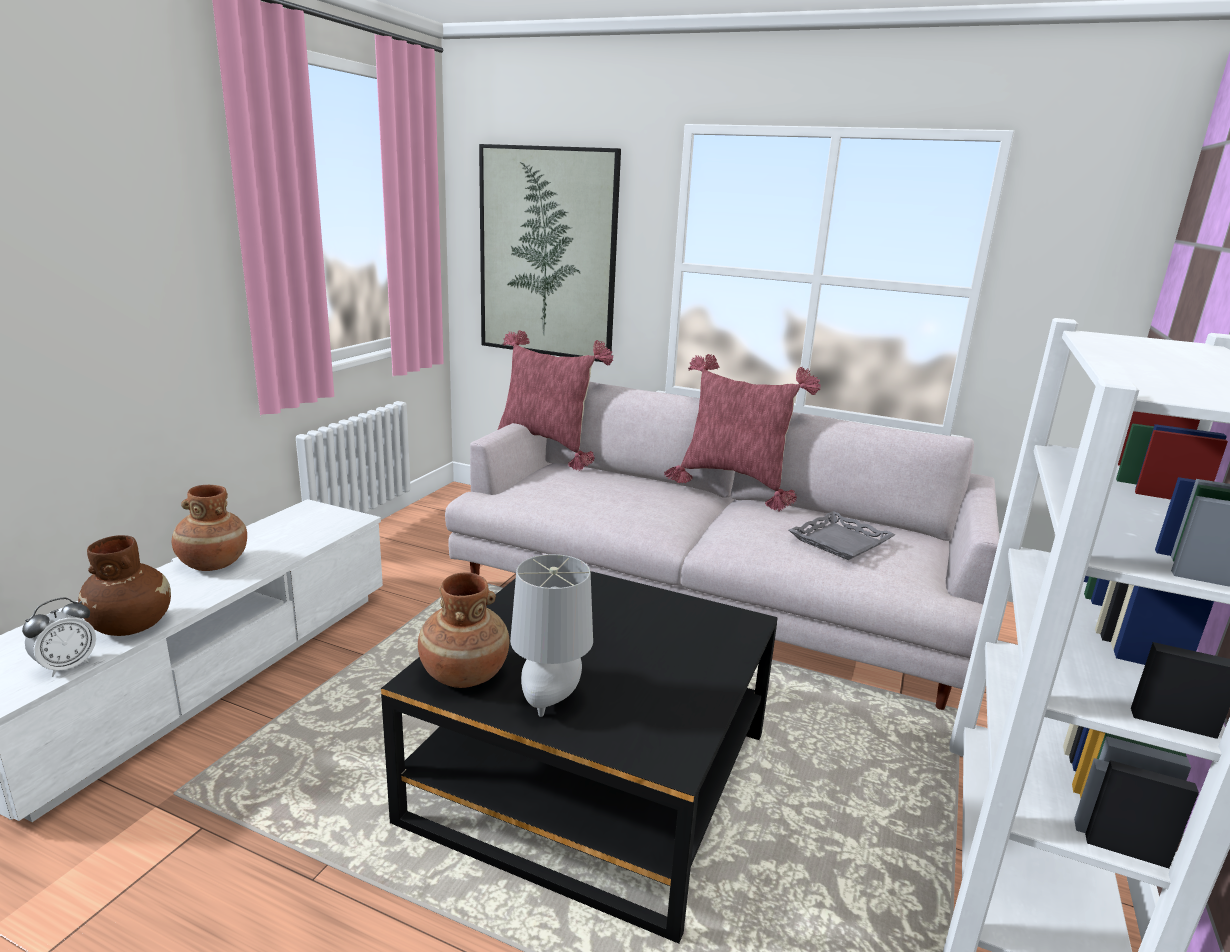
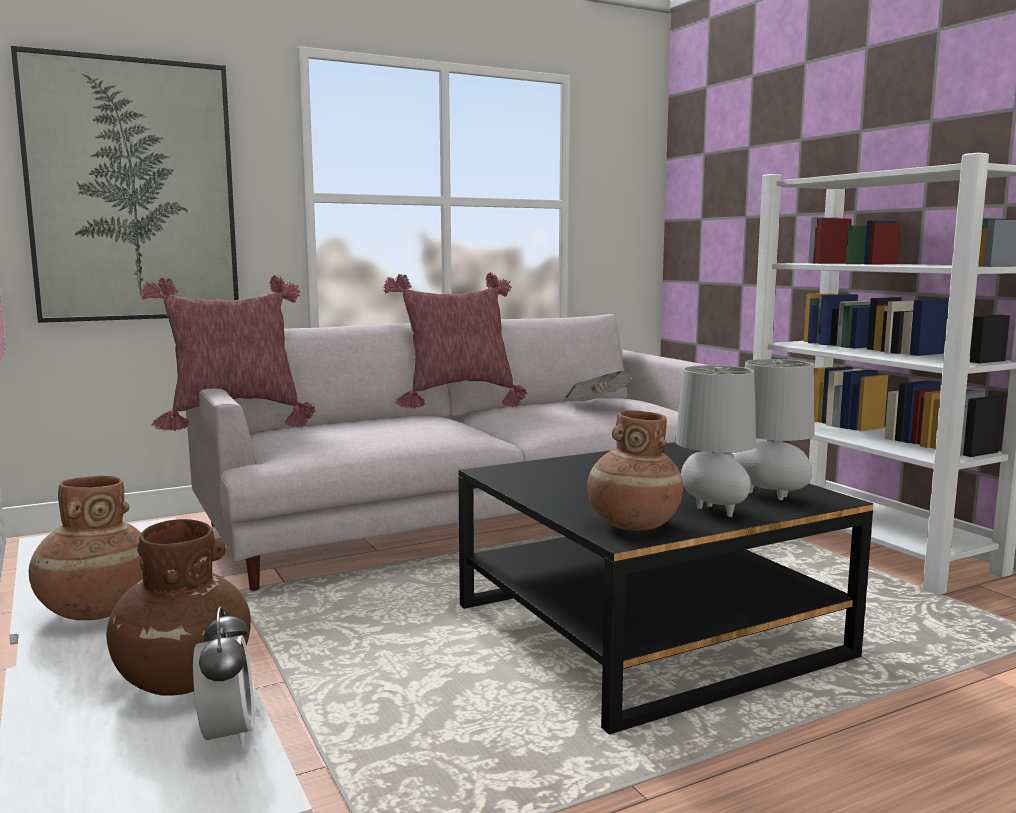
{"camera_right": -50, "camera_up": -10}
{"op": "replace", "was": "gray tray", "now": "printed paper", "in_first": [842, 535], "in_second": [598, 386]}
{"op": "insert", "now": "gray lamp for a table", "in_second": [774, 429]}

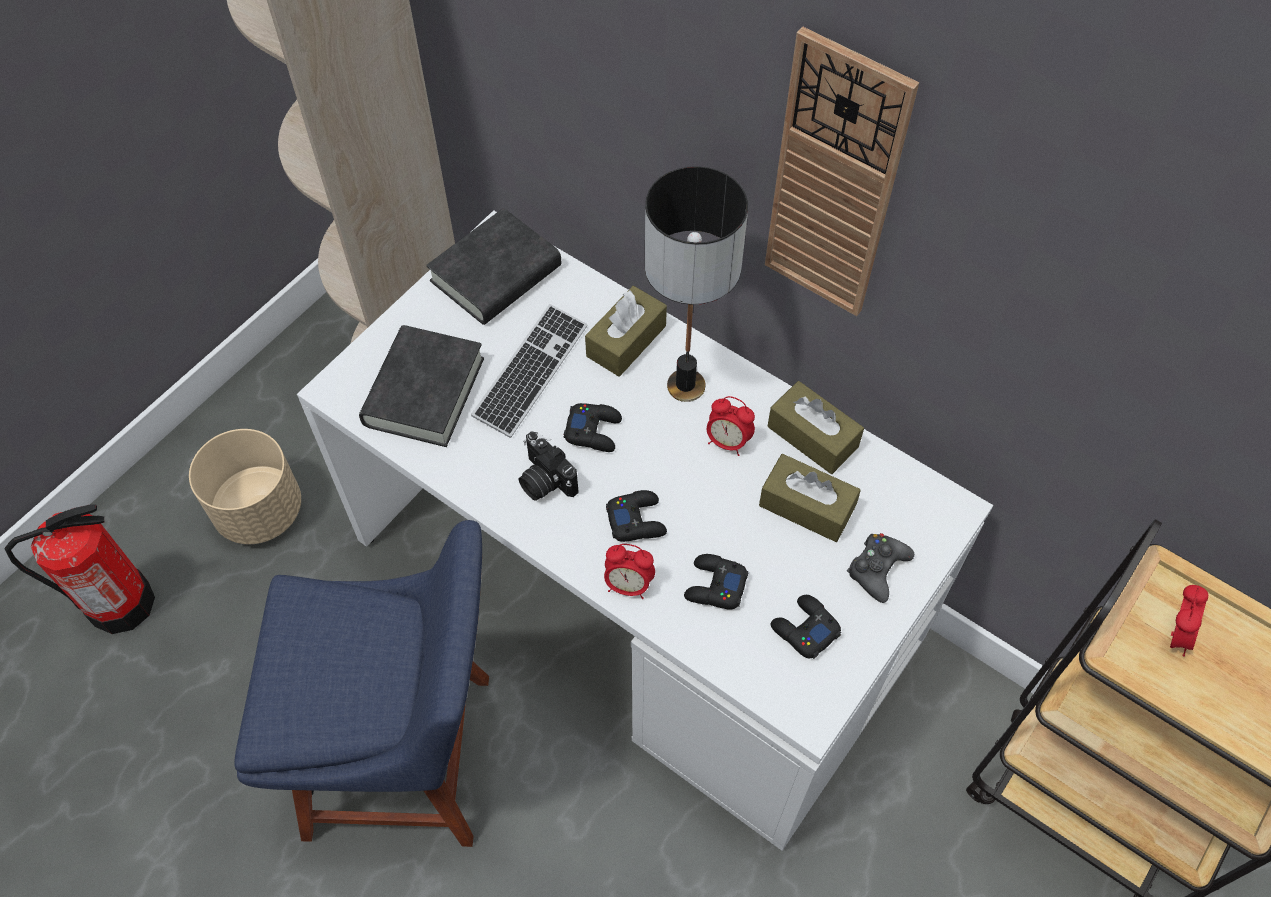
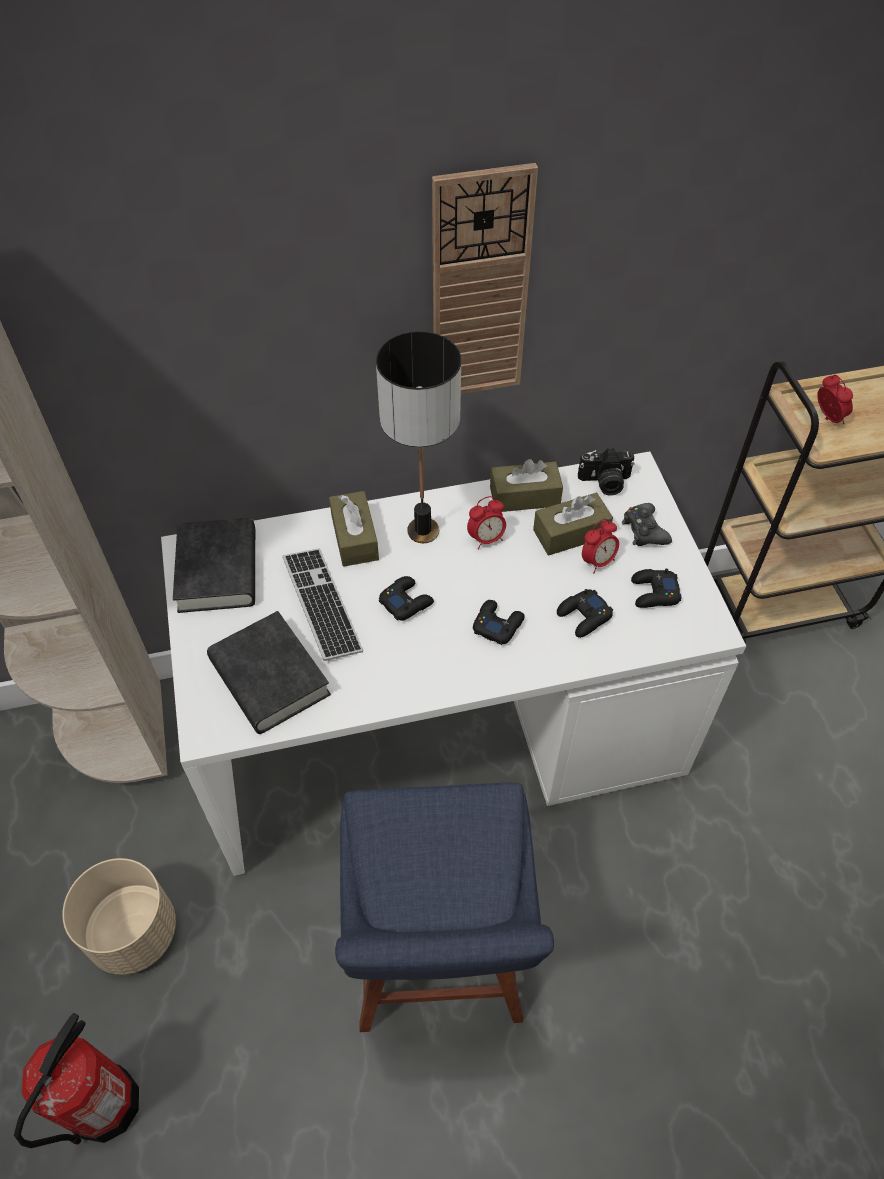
{"camera_right": -50, "camera_up": -5}
{"op": "rotate", "was": "bluish plain chair", "in_first": [361, 683], "in_second": [444, 907], "clockwise": 135}
{"op": "move", "was": "photo camera", "in_first": [549, 466], "in_second": [606, 472]}
{"op": "move", "was": "table clock", "in_first": [629, 571], "in_second": [600, 546]}

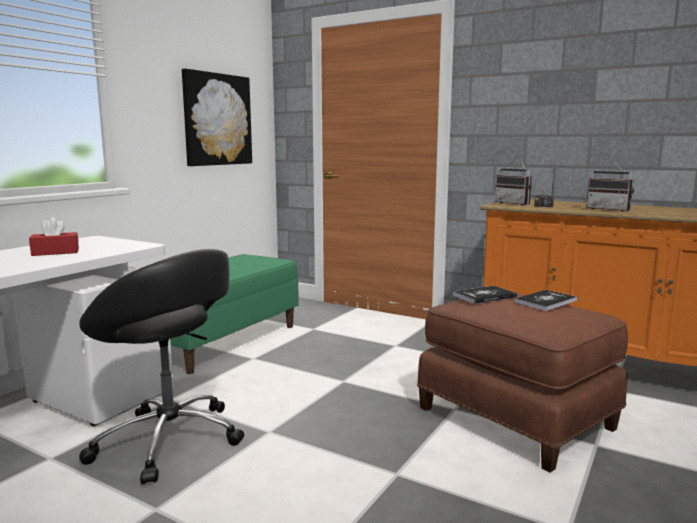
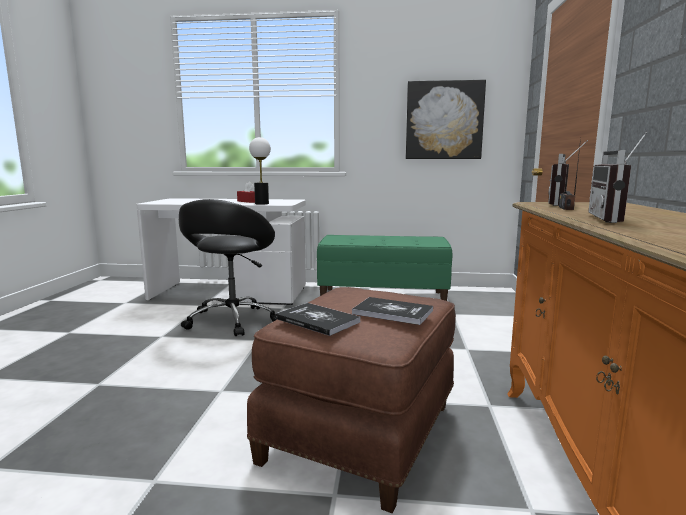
{"camera_right": 65, "camera_up": 0}
{"op": "move", "was": "bound book", "in_first": [485, 295], "in_second": [318, 319]}
{"op": "insert", "now": "lamp for a table", "in_second": [260, 171]}

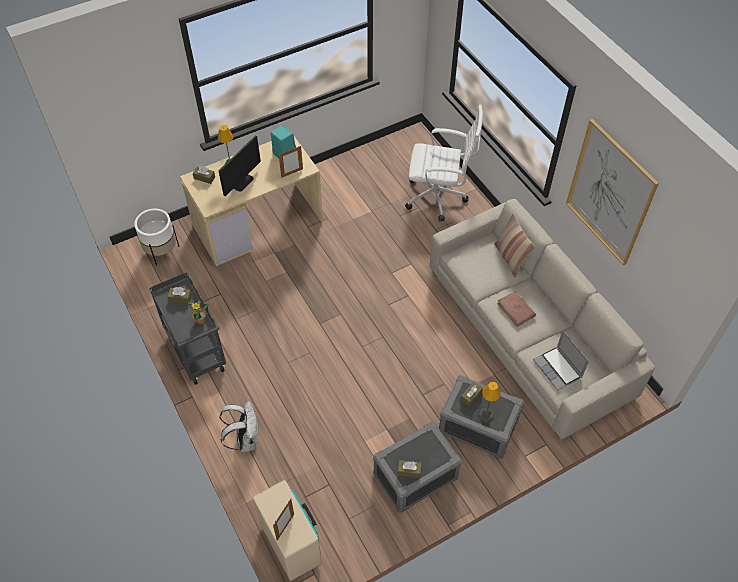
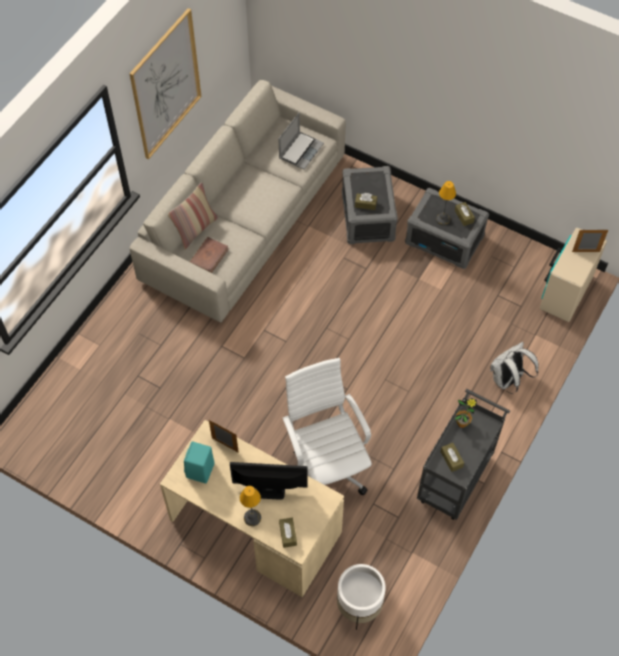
{"camera_right": -120, "camera_up": 5}
{"op": "move", "was": "white office chair", "in_first": [444, 163], "in_second": [327, 426]}
{"op": "move", "was": "lamp for a table", "in_first": [489, 402], "in_second": [446, 203]}
{"op": "move", "was": "brown bound book", "in_first": [516, 309], "in_second": [209, 255]}

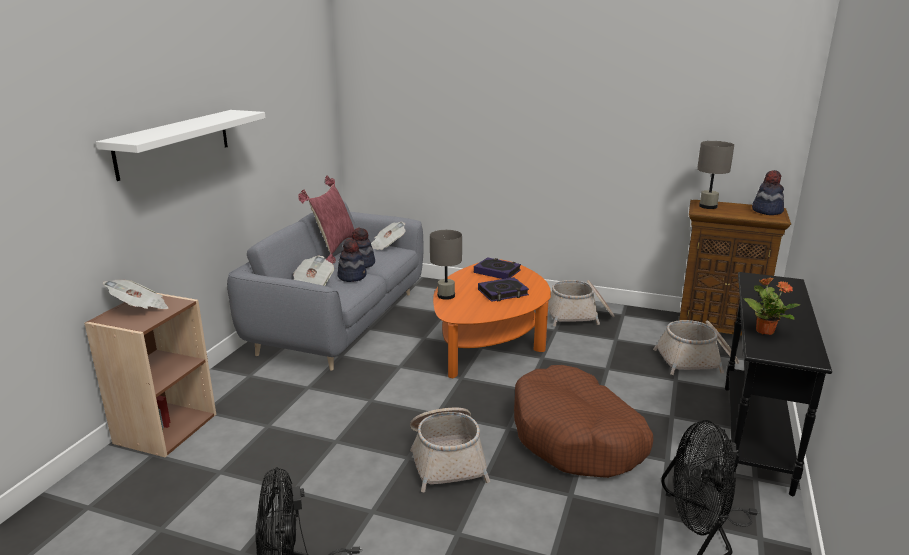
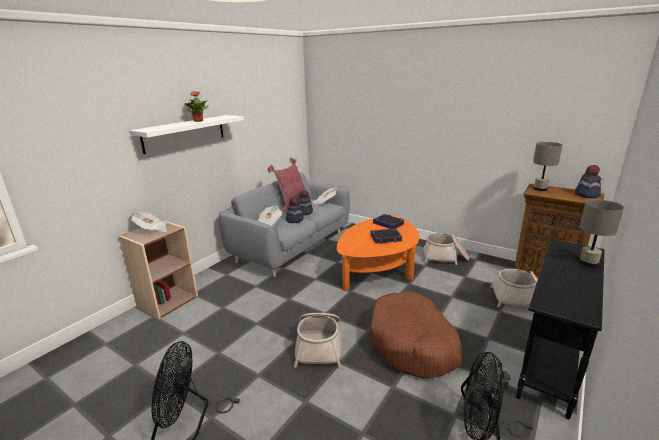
{"camera_right": 15, "camera_up": 0}
{"op": "move", "was": "gray lamp for a table", "in_first": [446, 265], "in_second": [601, 233]}
{"op": "move", "was": "houseplant", "in_first": [771, 306], "in_second": [196, 106]}

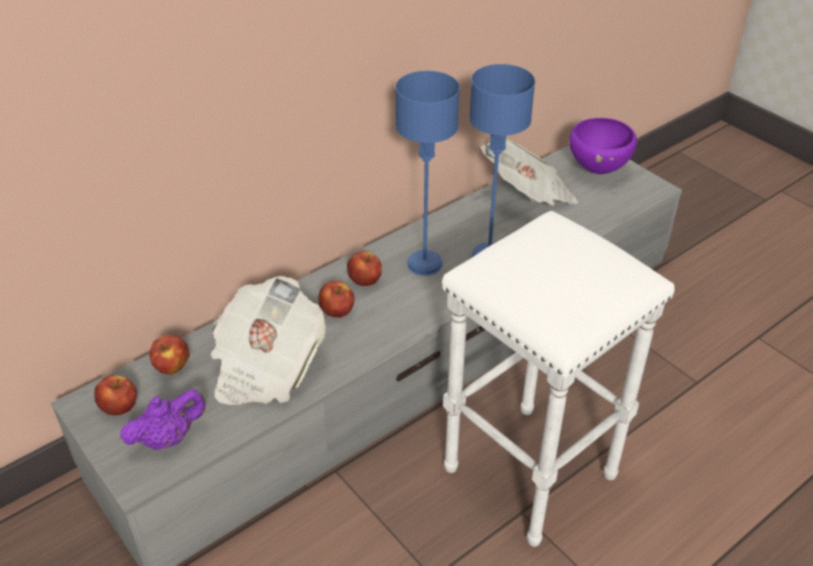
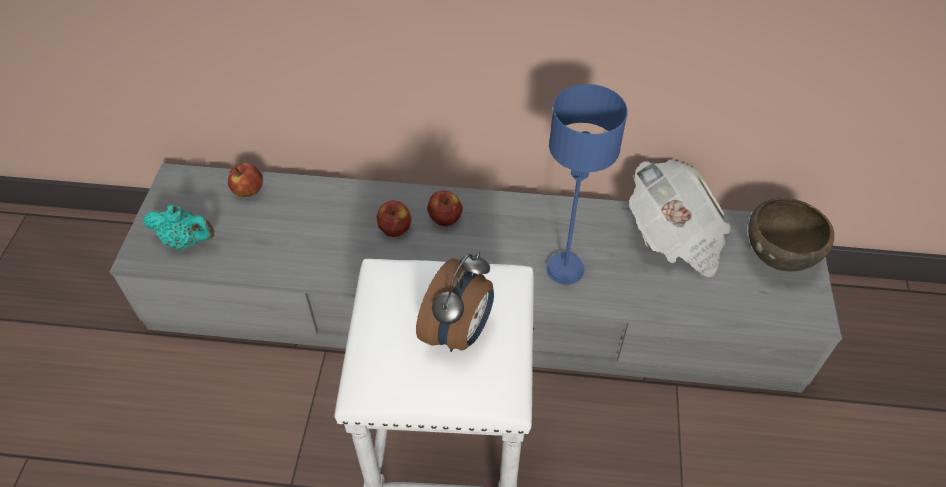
{"camera_right": 45, "camera_up": 10}
{"op": "delete", "was": "whole apple", "in_first": [115, 395]}
{"op": "recolor", "was": "purplish tea pot", "now": "blue-green tea pot", "in_first": [163, 419], "in_second": [178, 227]}
{"op": "delete", "was": "printed paper", "in_first": [268, 340]}
{"op": "delete", "was": "bluish lamp for a table", "in_first": [427, 173]}
{"op": "recolor", "was": "purplish serving bowl", "now": "brown serving bowl", "in_first": [603, 146], "in_second": [791, 234]}
{"op": "insert", "now": "table clock", "in_second": [455, 301]}

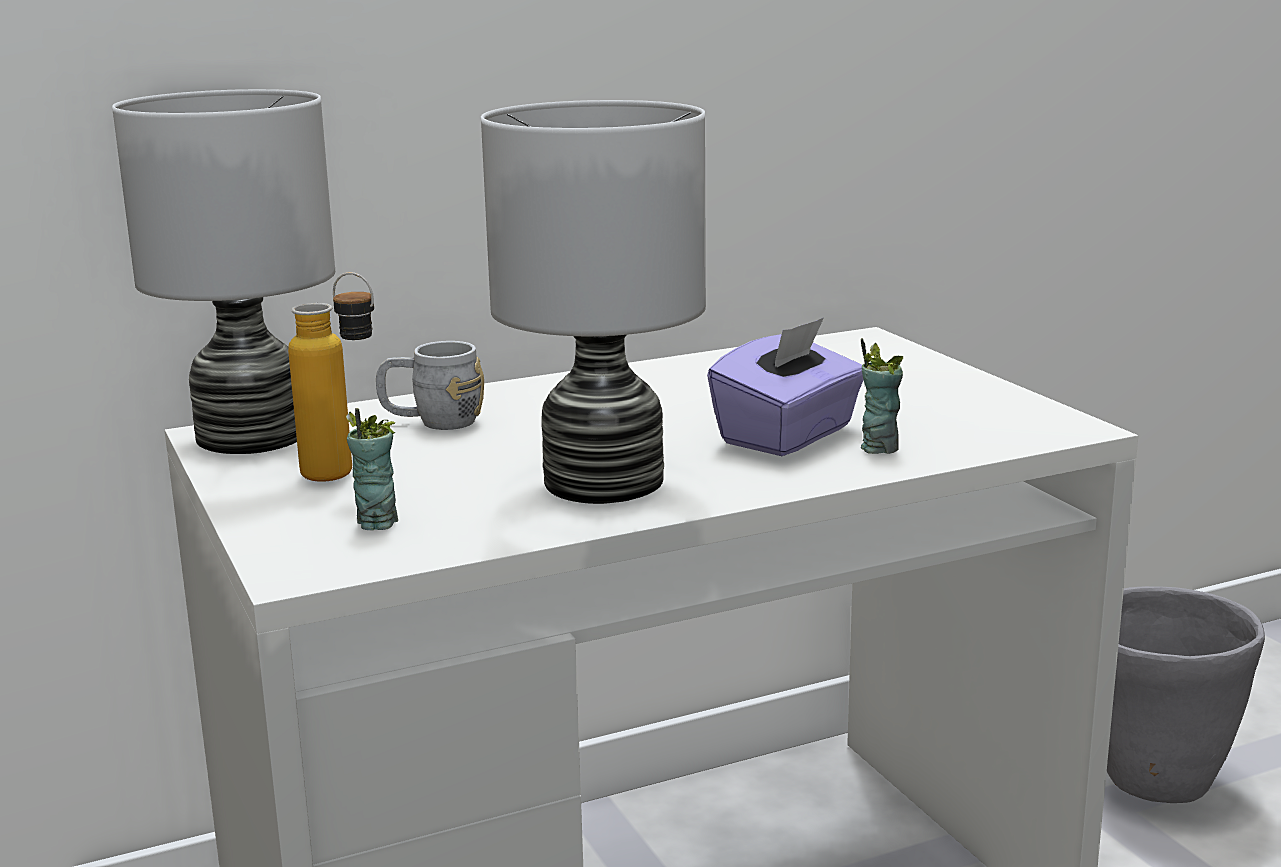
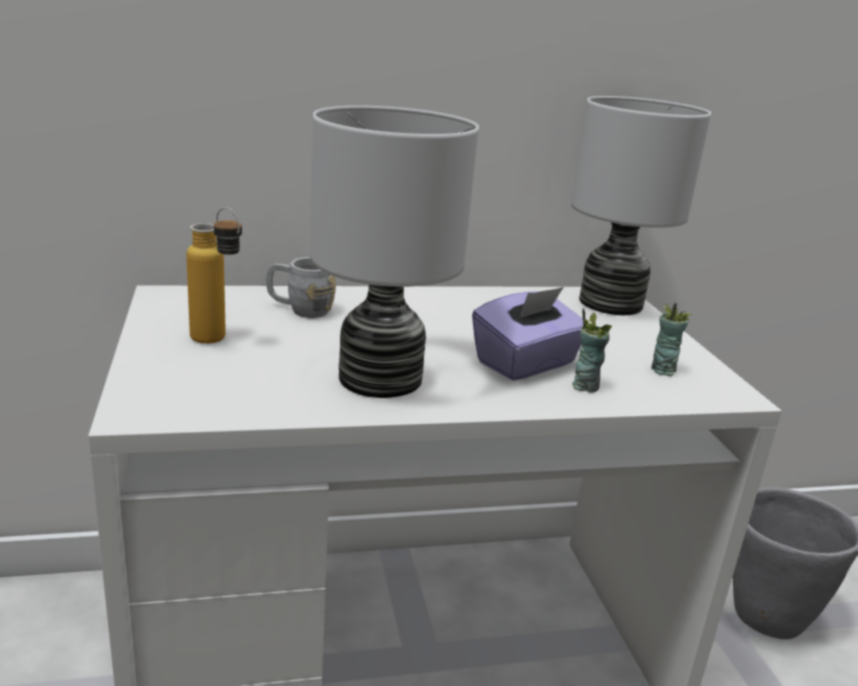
{"camera_right": 10, "camera_up": 5}
{"op": "move", "was": "gray lamp for a table", "in_first": [223, 271], "in_second": [641, 205]}
{"op": "move", "was": "drinking cup", "in_first": [372, 469], "in_second": [672, 339]}

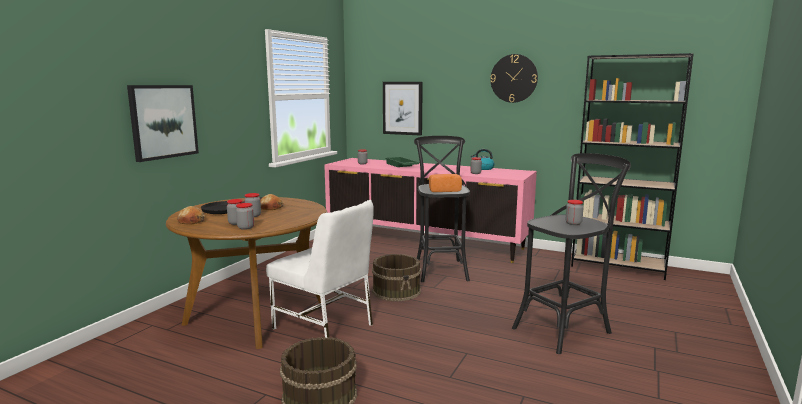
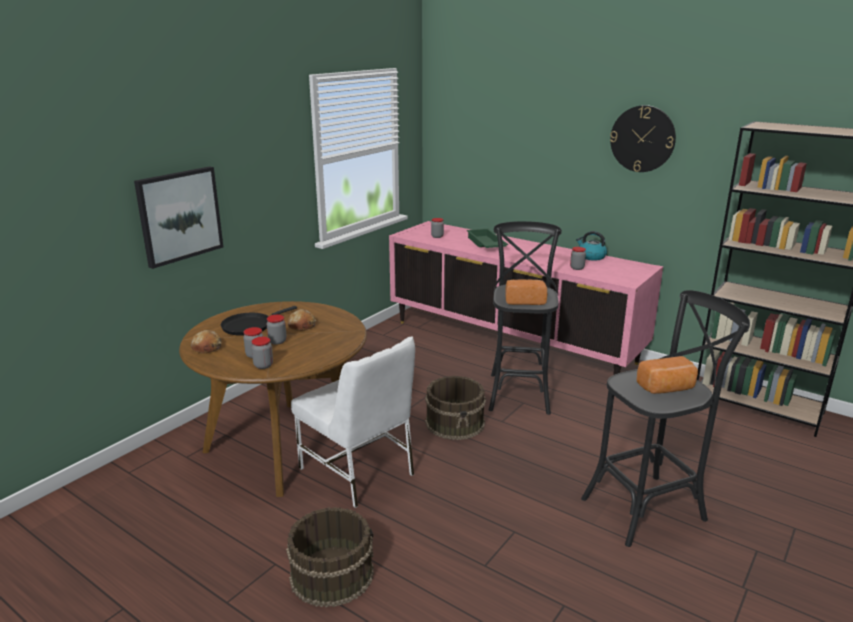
{"camera_right": 10, "camera_up": 10}
{"op": "delete", "was": "picture", "in_first": [403, 109]}
{"op": "replace", "was": "storage jar", "now": "bread", "in_first": [575, 212], "in_second": [667, 375]}

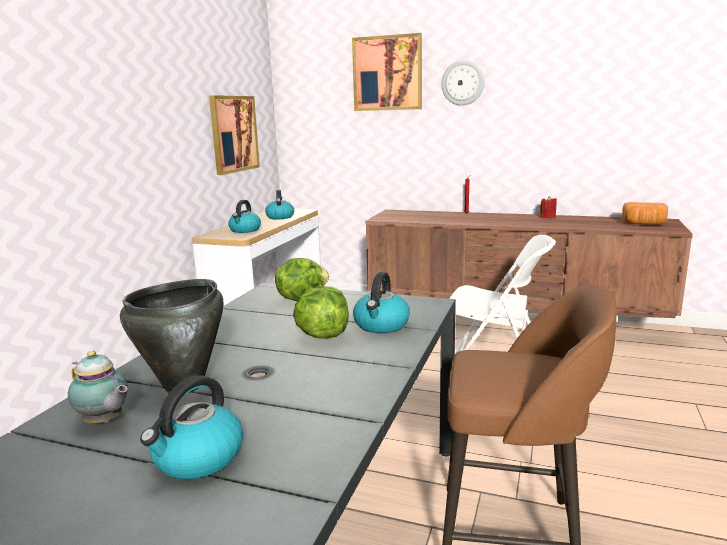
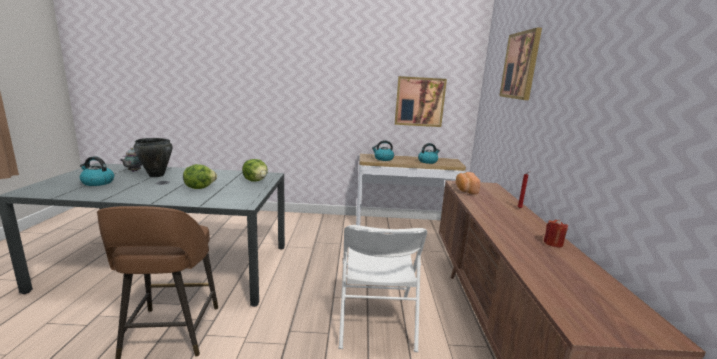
{"camera_right": 70, "camera_up": 0}
{"op": "delete", "was": "kettle", "in_first": [381, 302]}
{"op": "delete", "was": "wall clock", "in_first": [463, 83]}
{"op": "move", "was": "bread", "in_first": [645, 213], "in_second": [468, 183]}

